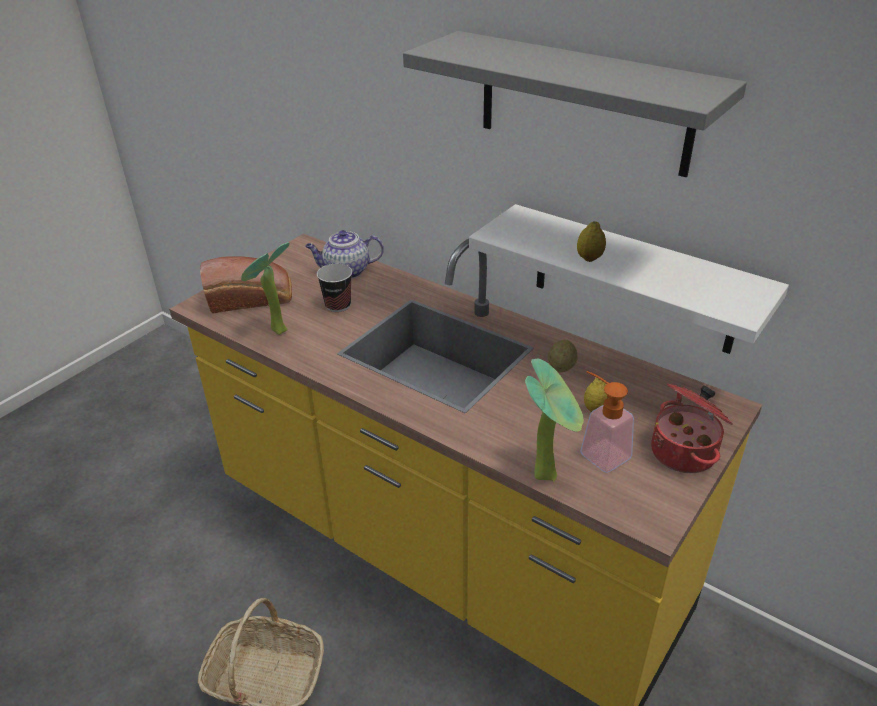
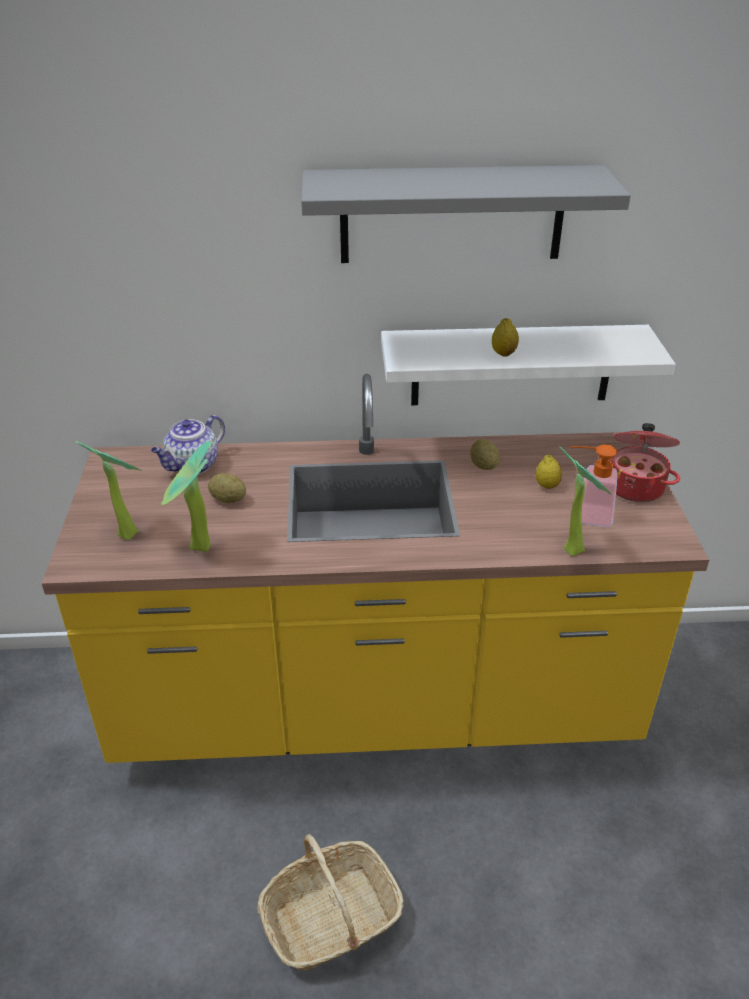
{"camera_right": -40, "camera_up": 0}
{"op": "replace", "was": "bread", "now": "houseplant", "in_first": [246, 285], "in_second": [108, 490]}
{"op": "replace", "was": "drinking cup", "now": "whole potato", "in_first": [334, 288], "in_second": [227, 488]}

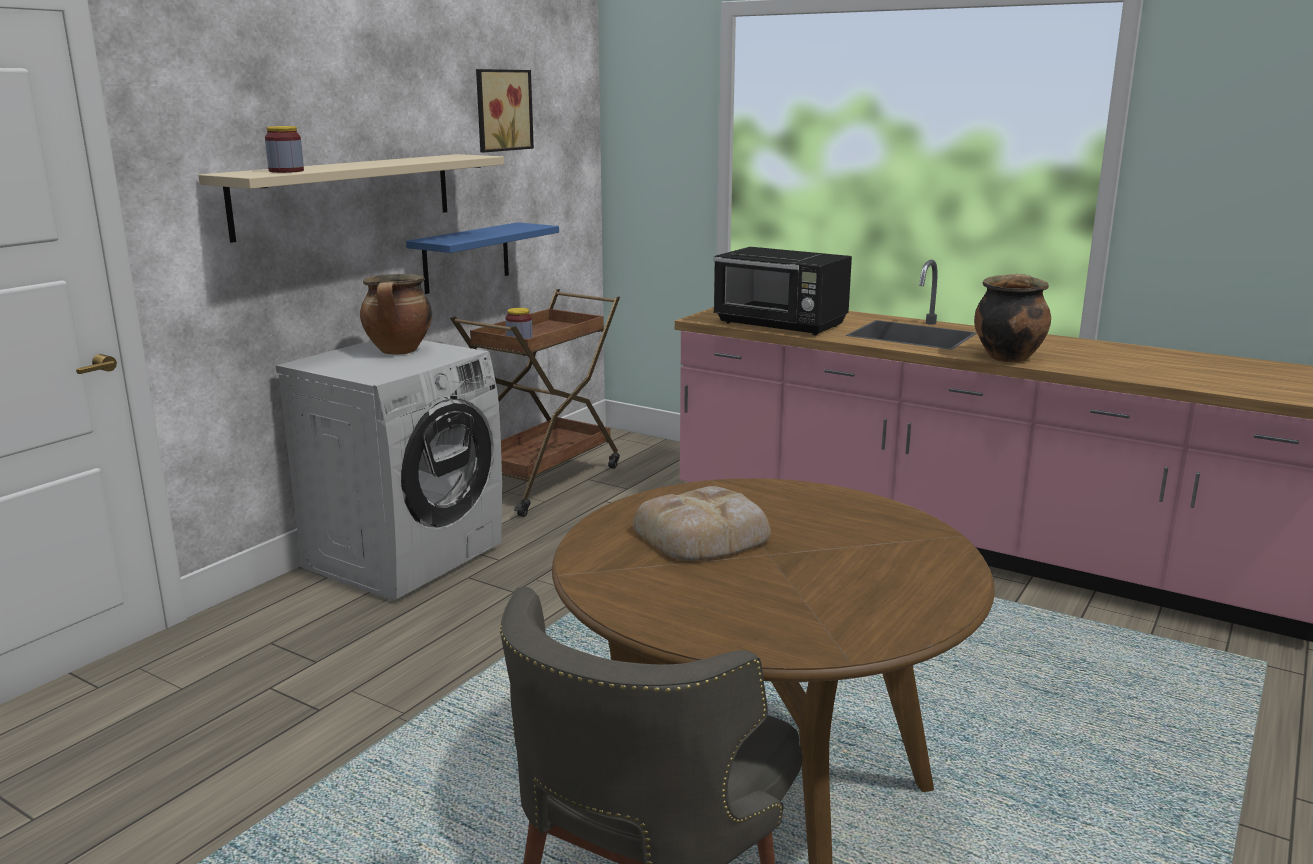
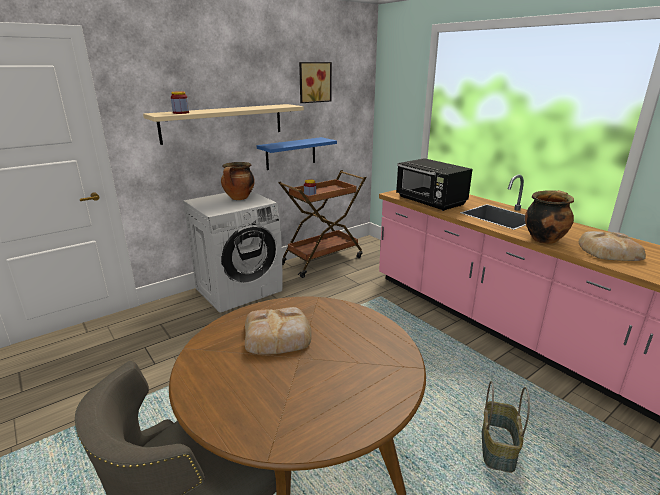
{"camera_right": 20, "camera_up": 5}
{"op": "insert", "now": "household basket", "in_second": [506, 427]}
{"op": "insert", "now": "bread", "in_second": [612, 246]}

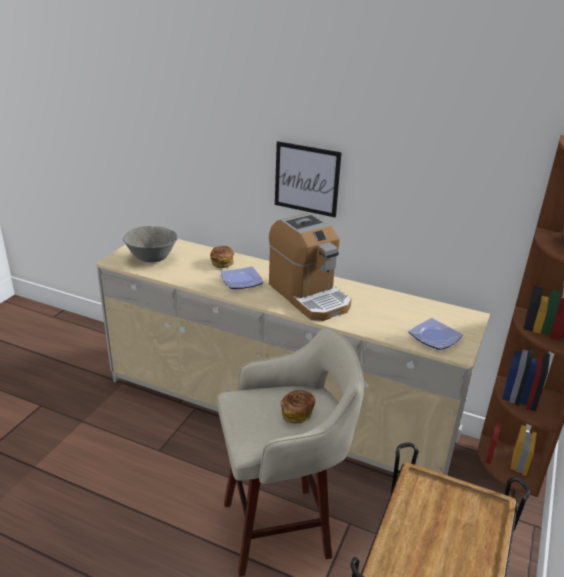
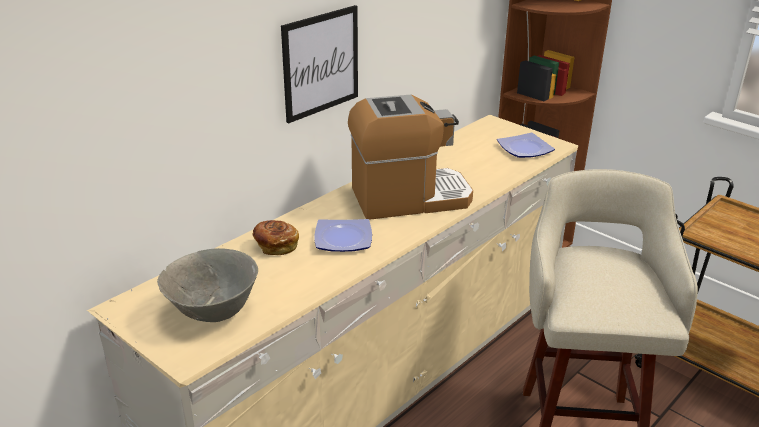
{"camera_right": -70, "camera_up": 0}
{"op": "delete", "was": "bread", "in_first": [298, 407]}

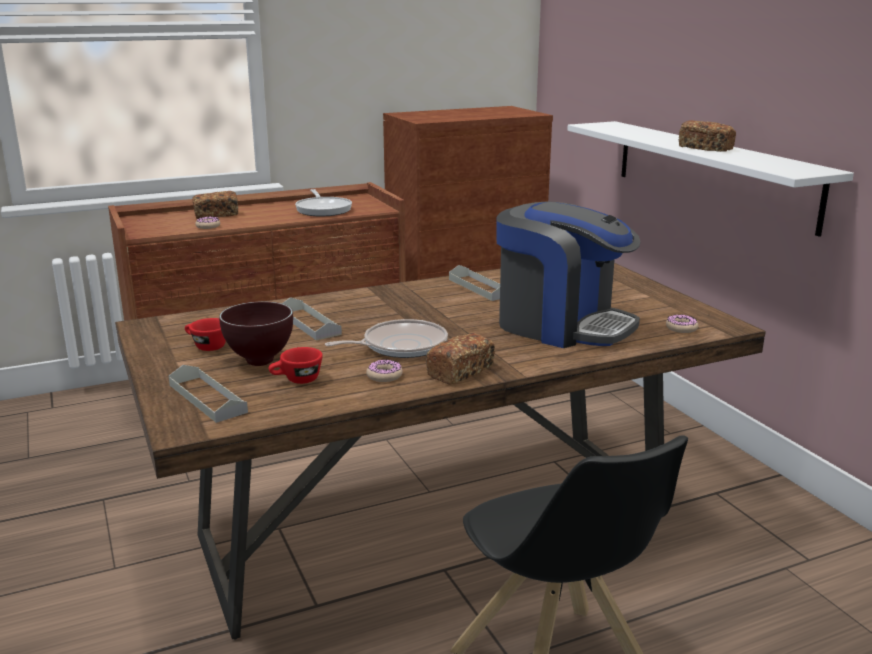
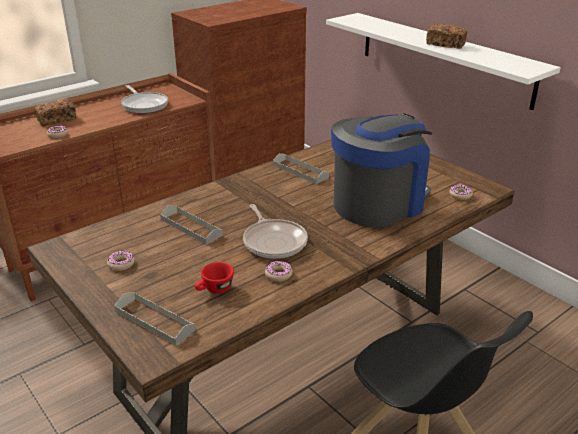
{"camera_right": -15, "camera_up": 10}
{"op": "replace", "was": "reddish drinking cup", "now": "ring doughnut", "in_first": [205, 334], "in_second": [121, 261]}
{"op": "delete", "was": "brown serving bowl", "in_first": [256, 333]}
{"op": "rotate", "was": "skillet", "in_first": [386, 338], "in_second": [275, 231], "clockwise": 105}
{"op": "delete", "was": "bread", "in_first": [460, 359]}
{"op": "rotate", "was": "coffee machine", "in_first": [568, 275], "in_second": [382, 171], "clockwise": -60}

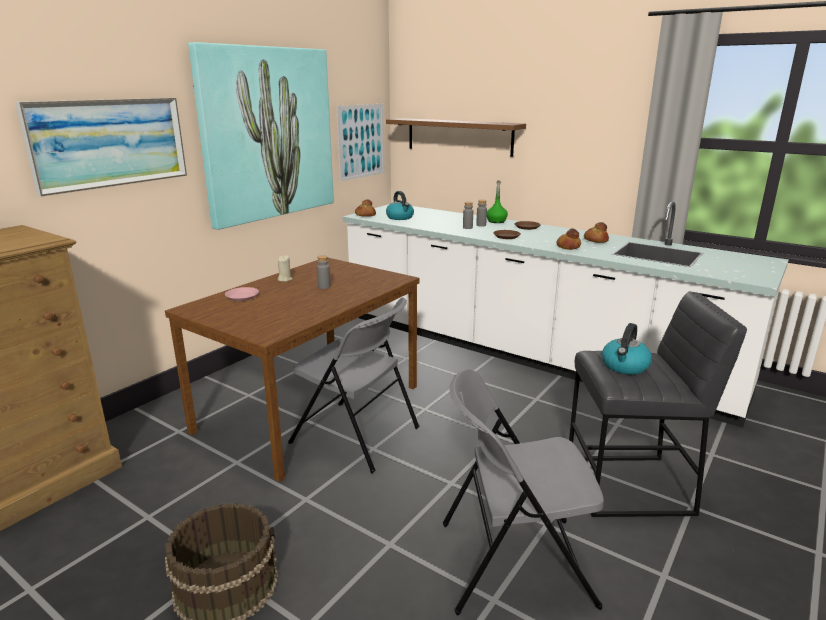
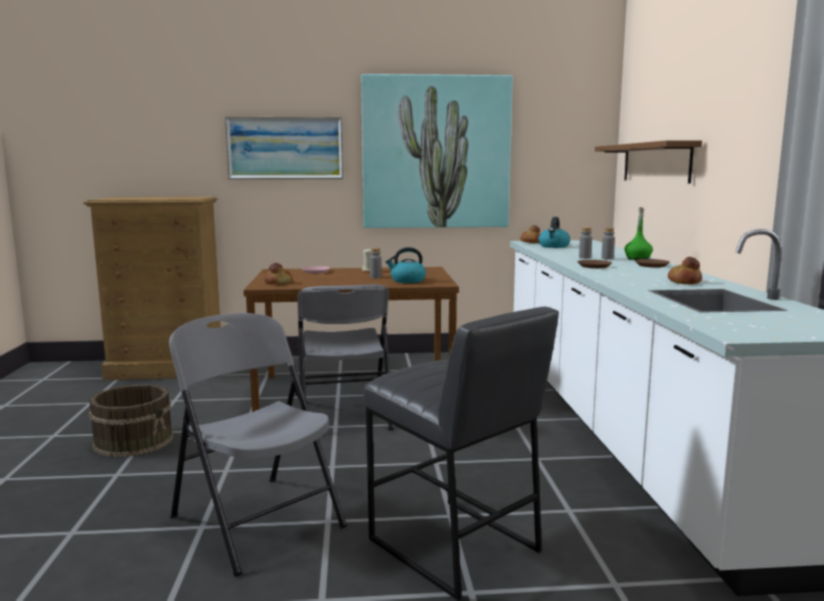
{"camera_right": 50, "camera_up": -10}
{"op": "delete", "was": "picture", "in_first": [360, 143]}
{"op": "move", "was": "bread", "in_first": [569, 239], "in_second": [279, 273]}
{"op": "move", "was": "kettle", "in_first": [627, 349], "in_second": [405, 265]}

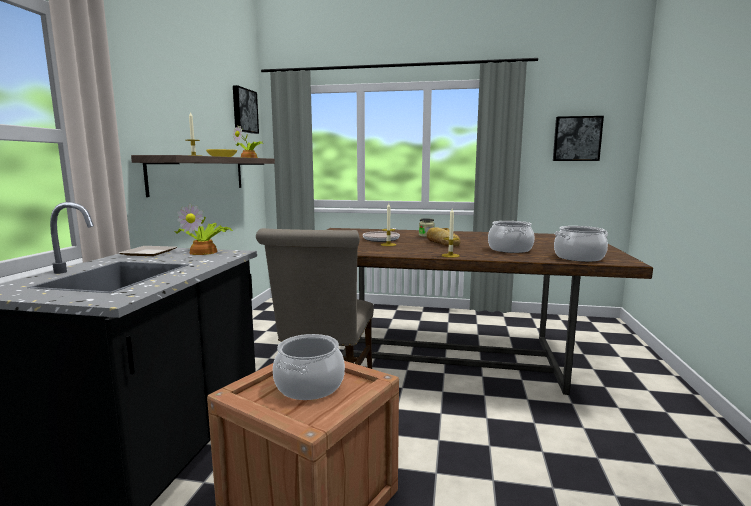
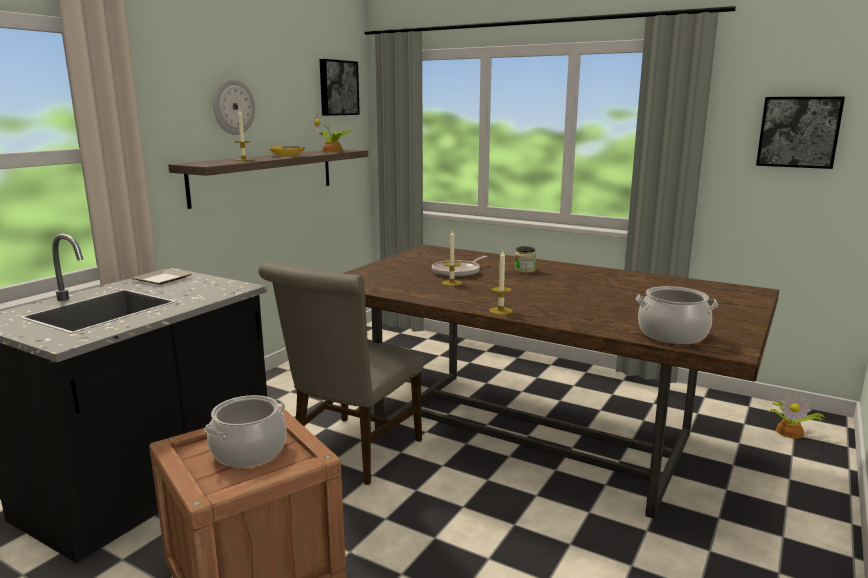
{"camera_right": 20, "camera_up": 5}
{"op": "move", "was": "houseplant", "in_first": [204, 229], "in_second": [796, 416]}
{"op": "delete", "was": "bread", "in_first": [443, 237]}
{"op": "delete", "was": "saucepot", "in_first": [511, 237]}
{"op": "insert", "now": "wall clock", "in_second": [234, 107]}

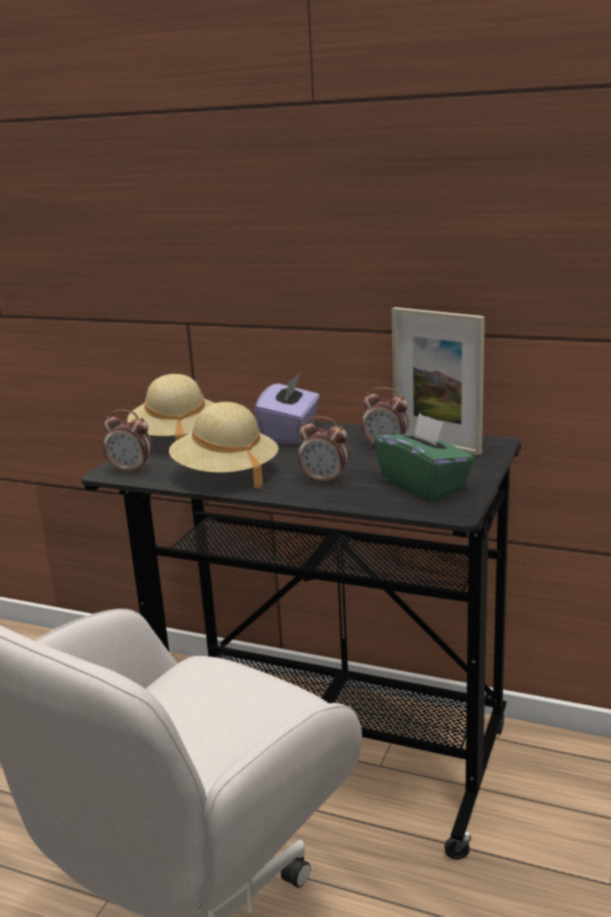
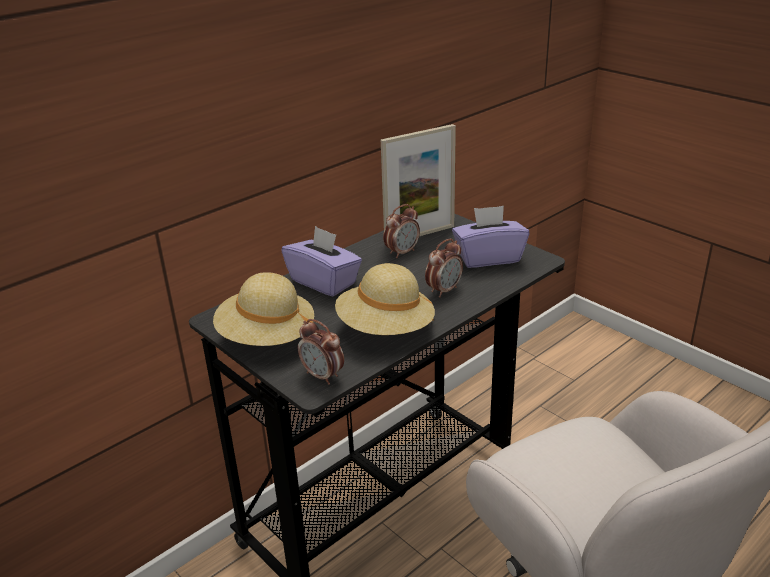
{"camera_right": -65, "camera_up": 10}
{"op": "rotate", "was": "table clock", "in_first": [128, 442], "in_second": [321, 352], "clockwise": 90}
{"op": "recolor", "was": "greenish tissue box", "now": "purplish tissue box", "in_first": [424, 457], "in_second": [490, 237]}

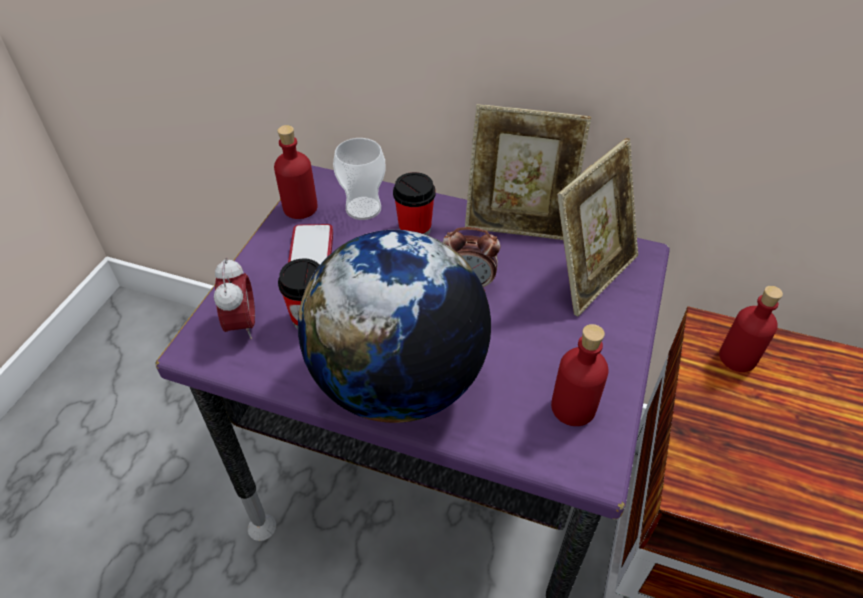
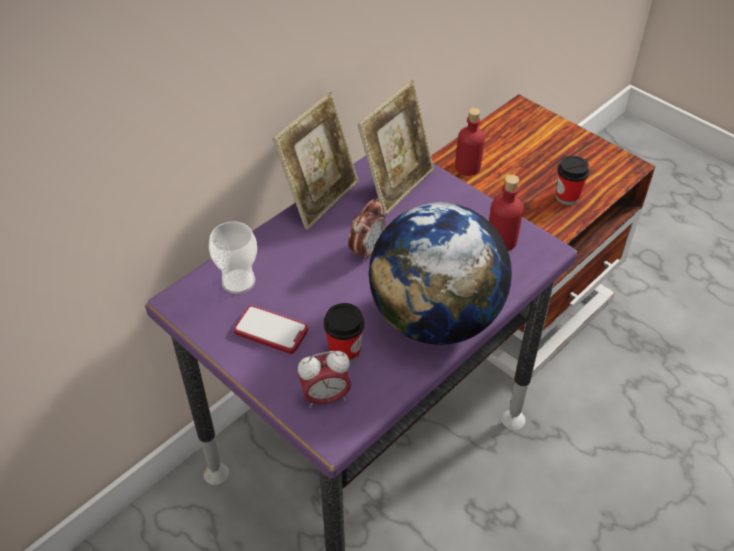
{"camera_right": -65, "camera_up": 0}
{"op": "rotate", "was": "table clock", "in_first": [234, 298], "in_second": [324, 379], "clockwise": 150}
{"op": "delete", "was": "reddish bottle", "in_first": [296, 172]}
{"op": "move", "was": "drinking cup", "in_first": [414, 203], "in_second": [572, 180]}
{"op": "rotate", "was": "picture frame", "in_first": [598, 227], "in_second": [396, 148], "clockwise": 60}

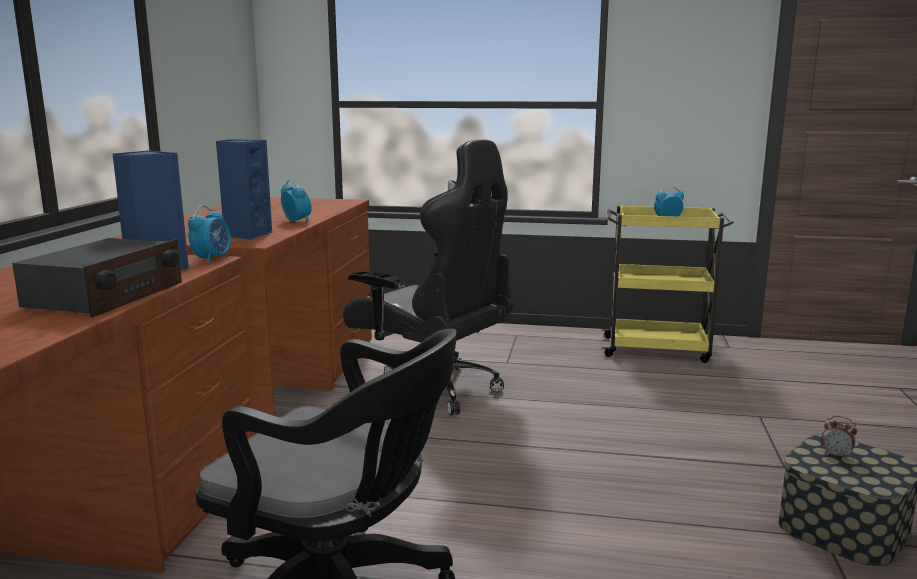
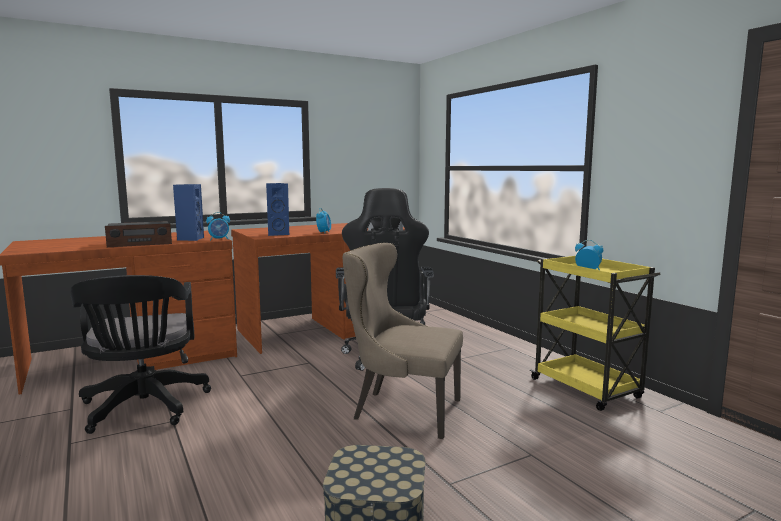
{"camera_right": 50, "camera_up": -5}
{"op": "delete", "was": "table clock", "in_first": [839, 437]}
{"op": "insert", "now": "sand-coloured plain chair", "in_second": [403, 341]}

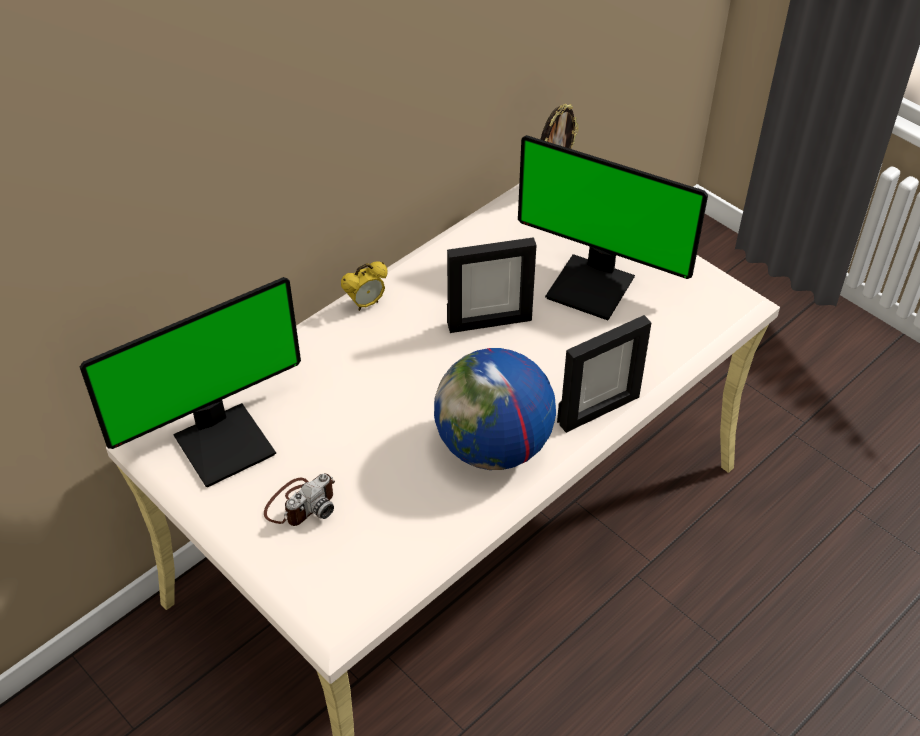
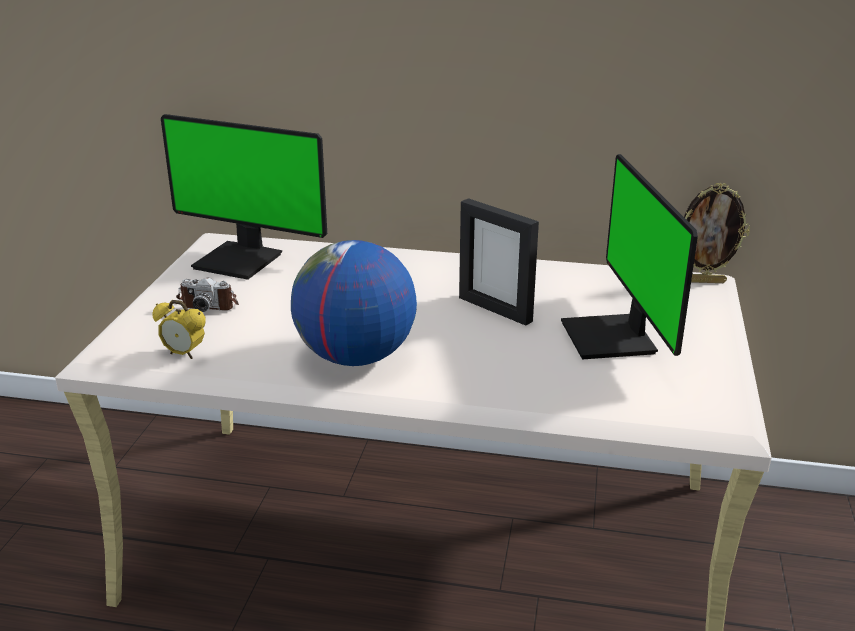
{"camera_right": 55, "camera_up": -20}
{"op": "move", "was": "table clock", "in_first": [364, 286], "in_second": [179, 329]}
{"op": "delete", "was": "picture frame", "in_first": [604, 374]}

